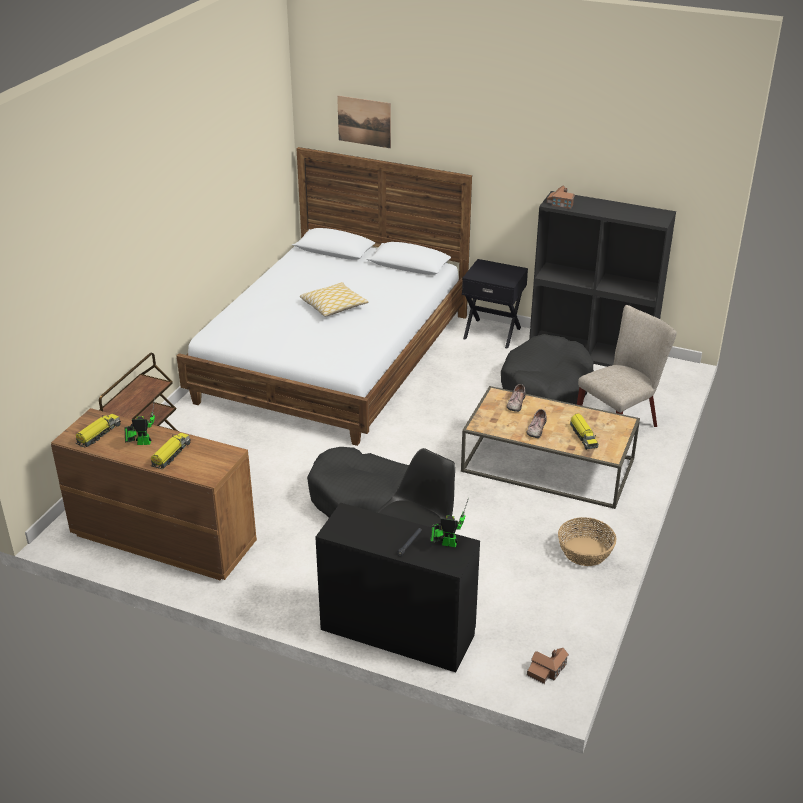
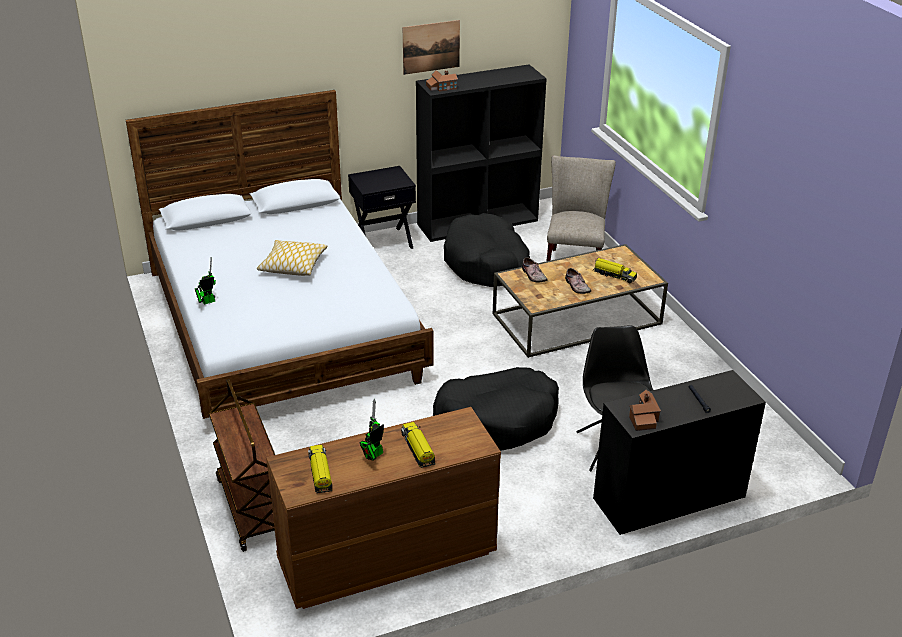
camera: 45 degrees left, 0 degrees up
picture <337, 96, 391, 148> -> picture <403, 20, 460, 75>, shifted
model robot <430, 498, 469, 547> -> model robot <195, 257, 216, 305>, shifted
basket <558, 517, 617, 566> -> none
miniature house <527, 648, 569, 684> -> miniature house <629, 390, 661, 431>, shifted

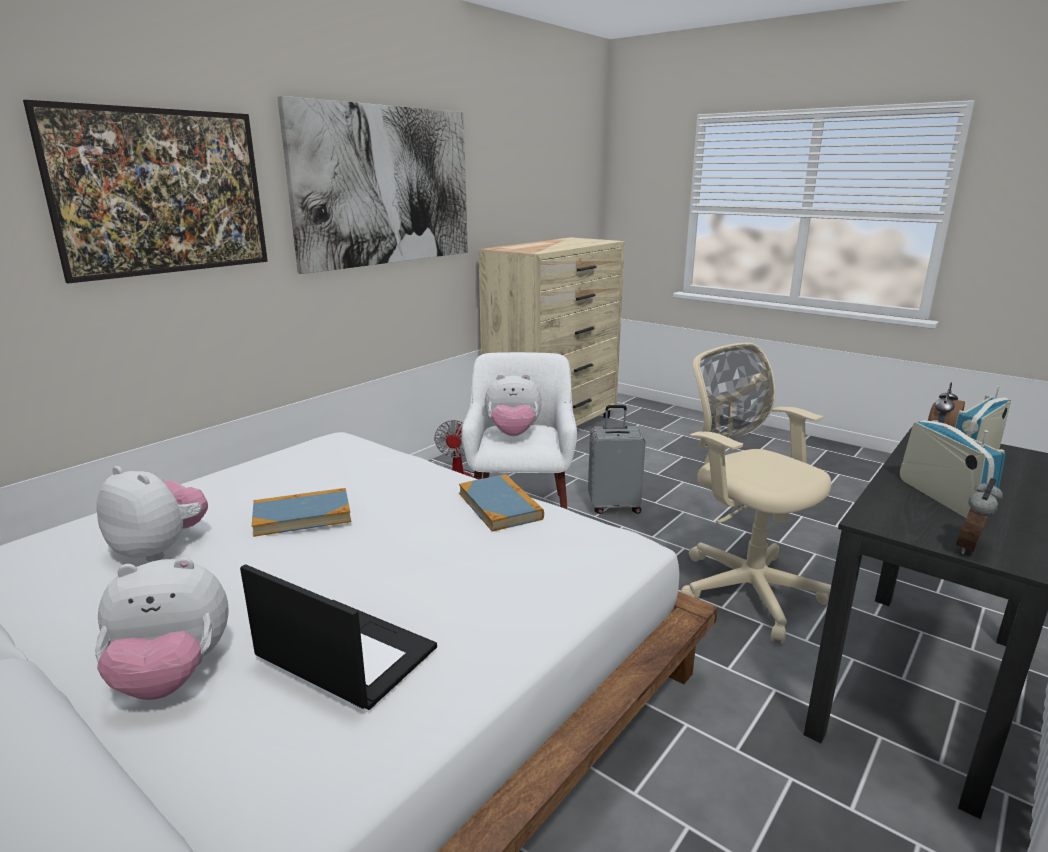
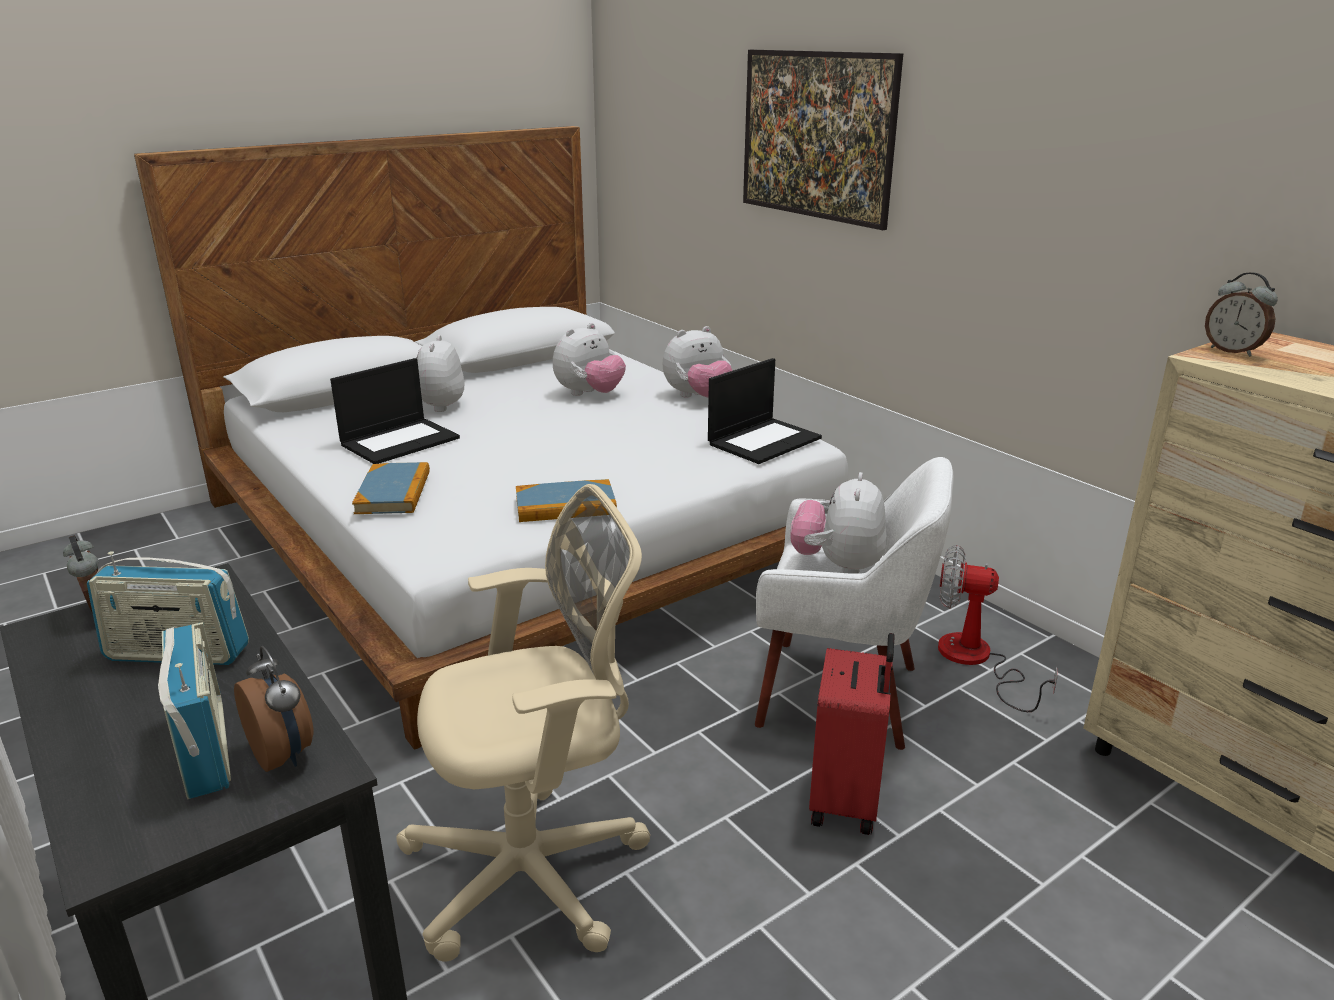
camera: 105 degrees right, 5 degrees up
picture <277, 96, 468, 274> -> none
gray suitcase <588, 405, 646, 514> -> red suitcase <809, 633, 895, 835>
book <252, 488, 351, 537> -> book <352, 462, 430, 514>, shifted
none -> alarm clock <1205, 272, 1278, 357>
none -> cuddly toy <663, 326, 733, 398>
none -> portable computer <708, 358, 822, 464>

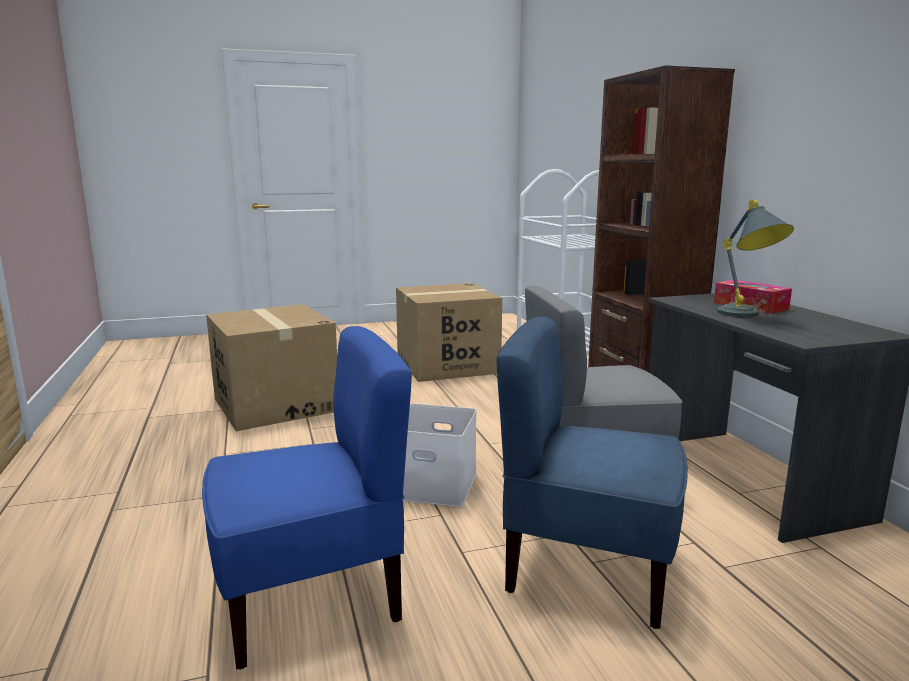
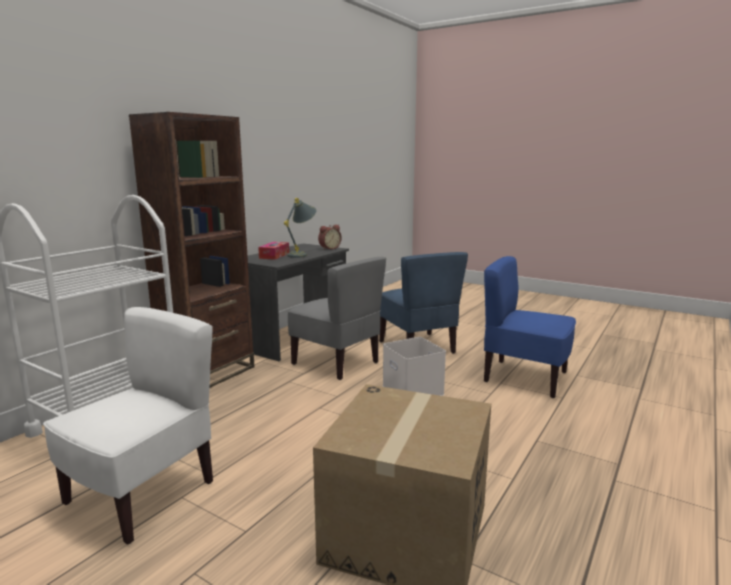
camera: 130 degrees left, 0 degrees up
cardboard box <396, 283, 502, 382> -> white-coloured plain chair <43, 307, 213, 544>
none -> alarm clock <318, 225, 342, 250>

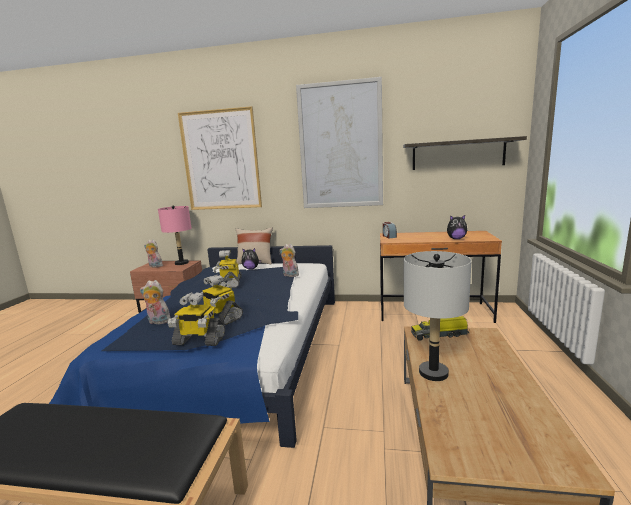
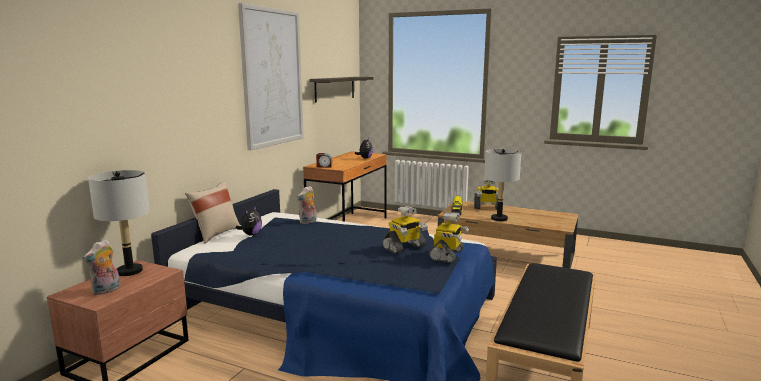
camera: 75 degrees left, 0 degrees up
picture <178, 106, 262, 210> -> none
pink tabletop lamp <158, 205, 191, 265> -> gray tabletop lamp <88, 170, 150, 276>
model robot <213, 250, 242, 288> -> model robot <474, 178, 498, 210>, shifted
cuddly toy <140, 280, 170, 324> -> none

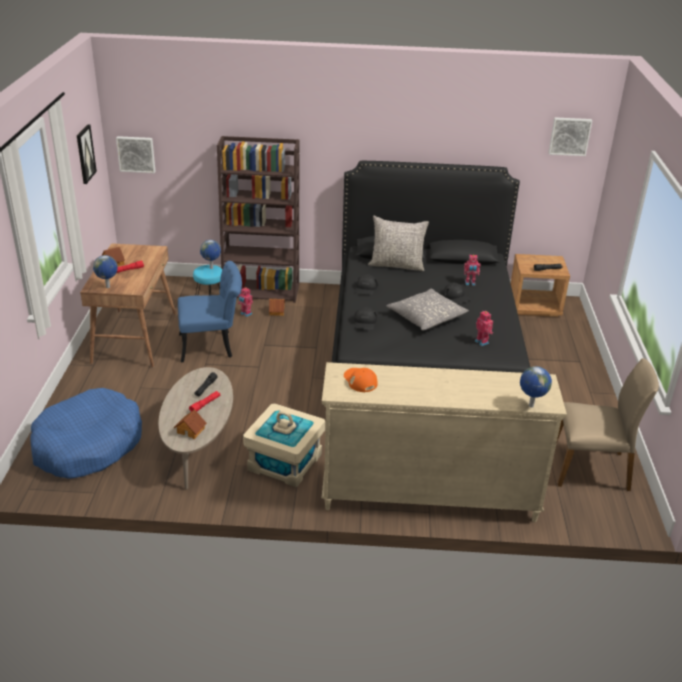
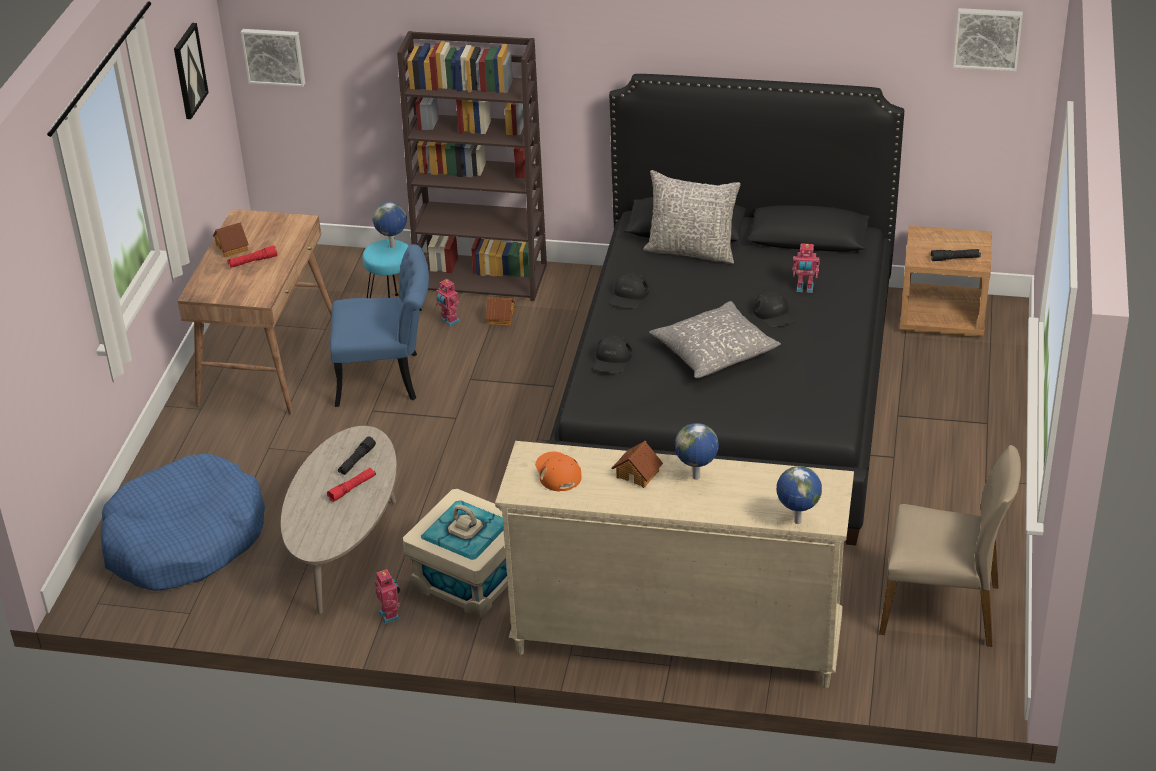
camera: 10 degrees right, 5 degrees up
world globe <93, 255, 118, 288> -> world globe <674, 423, 719, 480>, shifted
model robot <475, 311, 493, 346> -> model robot <375, 569, 401, 624>, shifted
miniature house <174, 410, 207, 439> -> miniature house <612, 441, 663, 488>, shifted

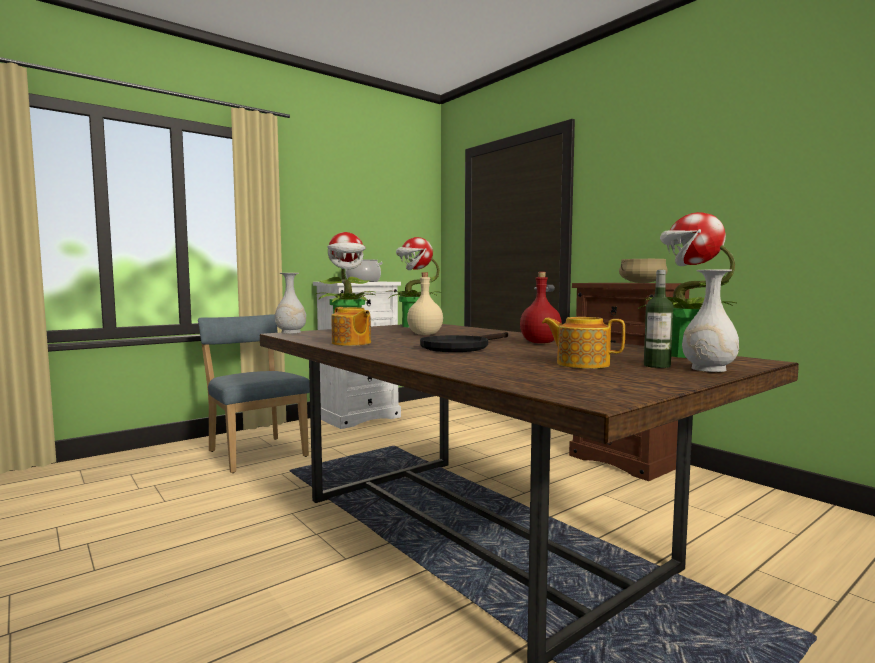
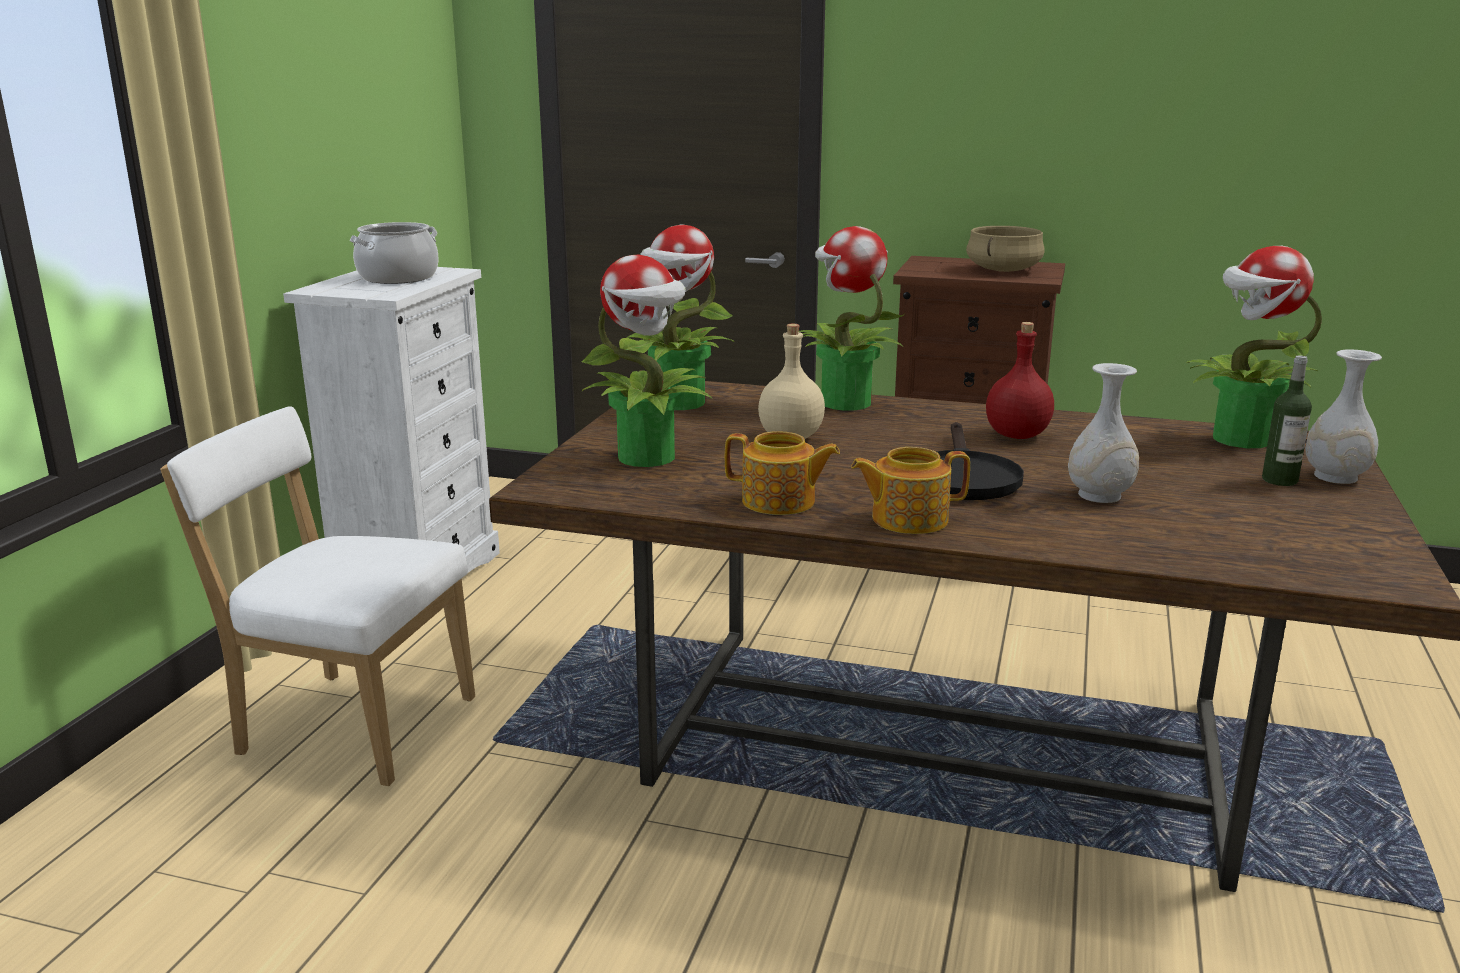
camera: 35 degrees left, 15 degrees up
white-coloured flower vase <275, 273, 306, 334> -> white-coloured flower vase <1068, 363, 1139, 503>, shifted
blue-coloured plain chair <198, 314, 310, 473> -> white-coloured plain chair <160, 406, 475, 786>
tea pot <542, 317, 625, 369> -> tea pot <851, 447, 970, 534>, shifted
none -> potted plant <799, 226, 906, 411>

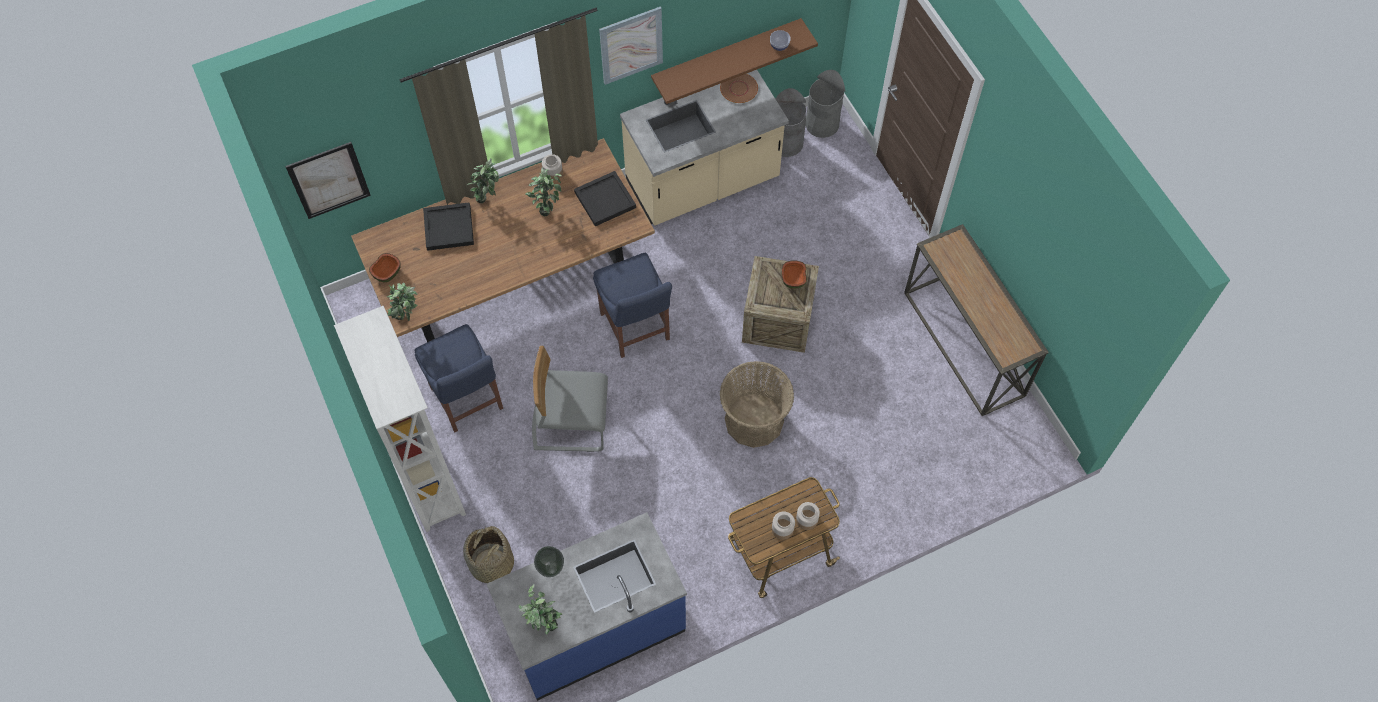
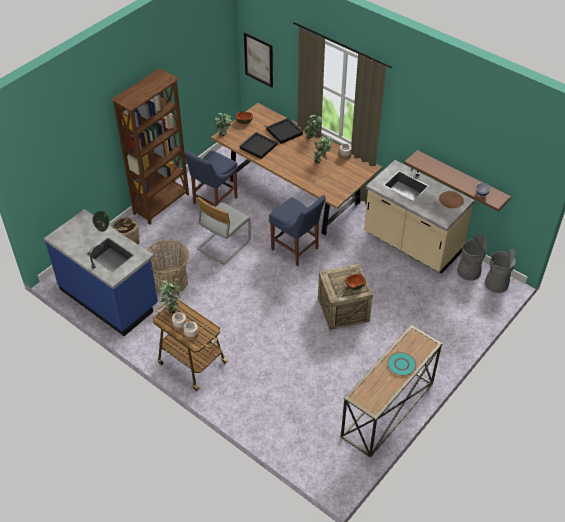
camera: 65 degrees right, 15 degrees down
picture <599, 7, 663, 85> -> none
black-coloured carrying tray <574, 171, 636, 226> -> black-coloured carrying tray <240, 132, 277, 159>, shifted
blue-coloured plain chair <593, 253, 672, 358> -> blue-coloured plain chair <269, 195, 326, 266>, 90 degrees counterclockwise
white-coloured bookshelf <334, 306, 466, 532> -> brown-coloured bookshelf <111, 68, 189, 225>
gray plain chair <532, 346, 608, 452> -> gray plain chair <197, 197, 251, 265>, 120 degrees counterclockwise
basket <719, 361, 794, 448> -> basket <146, 240, 189, 295>, shifted
potted plant <518, 584, 562, 635> -> potted plant <159, 279, 181, 314>, shifted
none -> turquoise-coloured plate <387, 352, 416, 376>

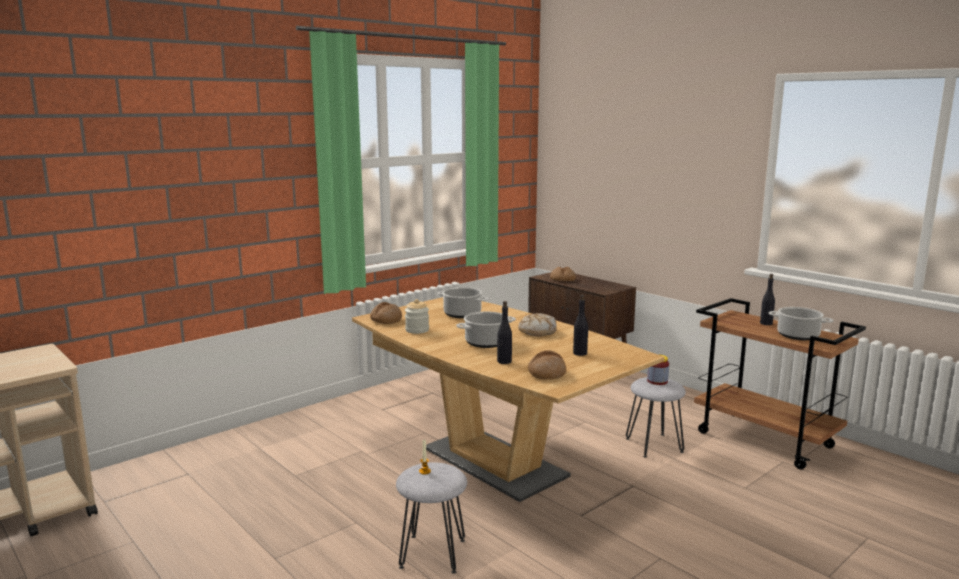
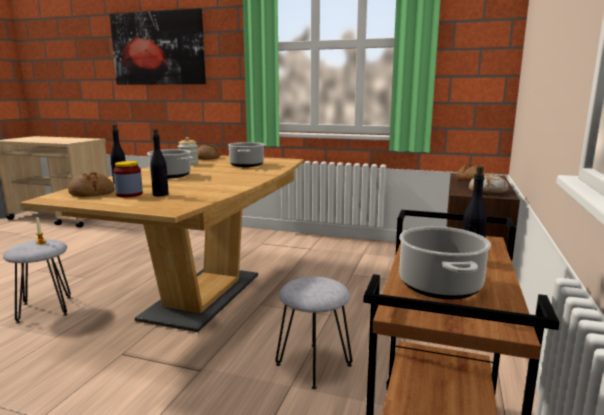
camera: 60 degrees right, 0 degrees up
baked bread <518, 313, 557, 336> -> baked bread <469, 174, 509, 194>, shifted
storage jar <647, 354, 669, 385> -> storage jar <113, 161, 143, 197>, shifted
none -> picture <110, 8, 206, 85>

